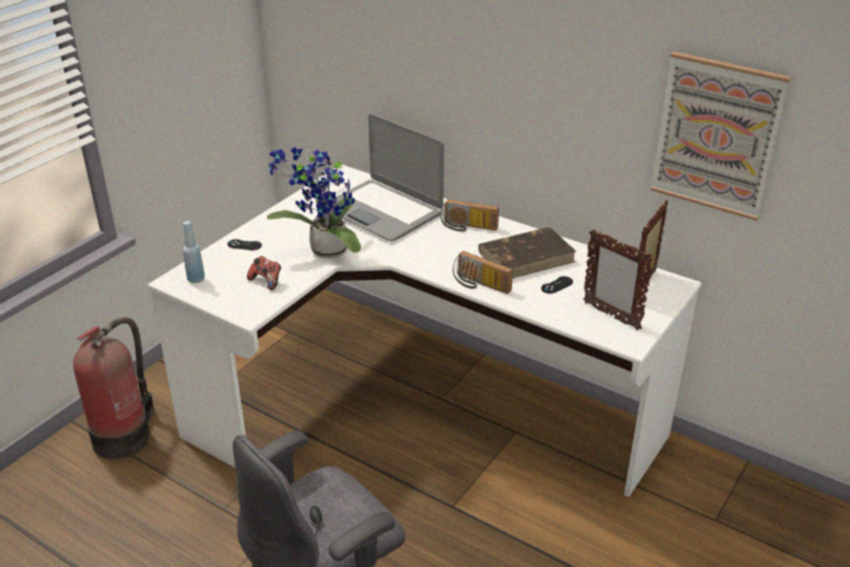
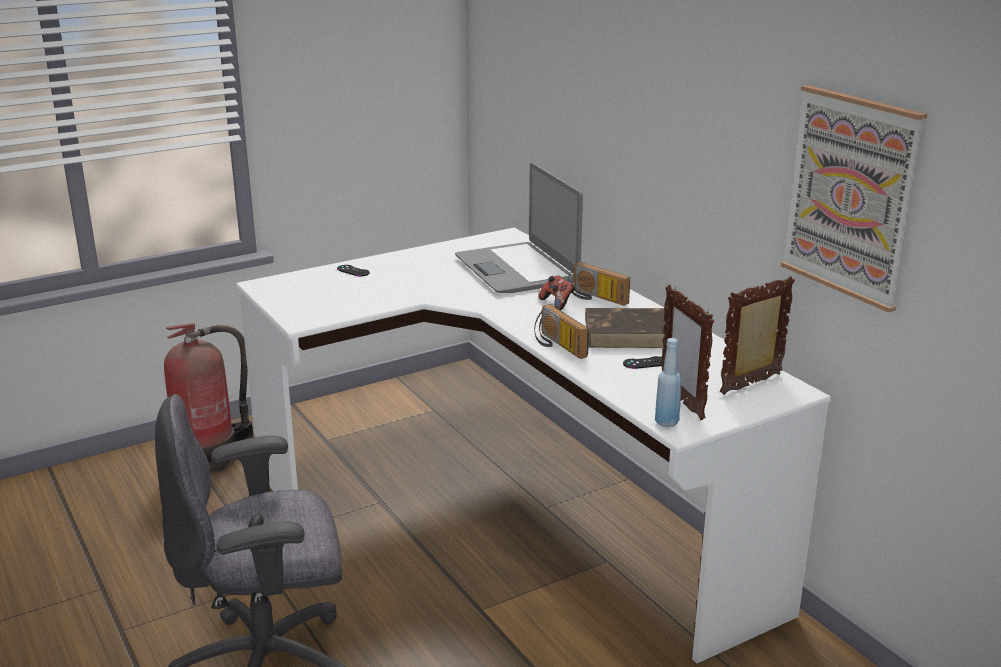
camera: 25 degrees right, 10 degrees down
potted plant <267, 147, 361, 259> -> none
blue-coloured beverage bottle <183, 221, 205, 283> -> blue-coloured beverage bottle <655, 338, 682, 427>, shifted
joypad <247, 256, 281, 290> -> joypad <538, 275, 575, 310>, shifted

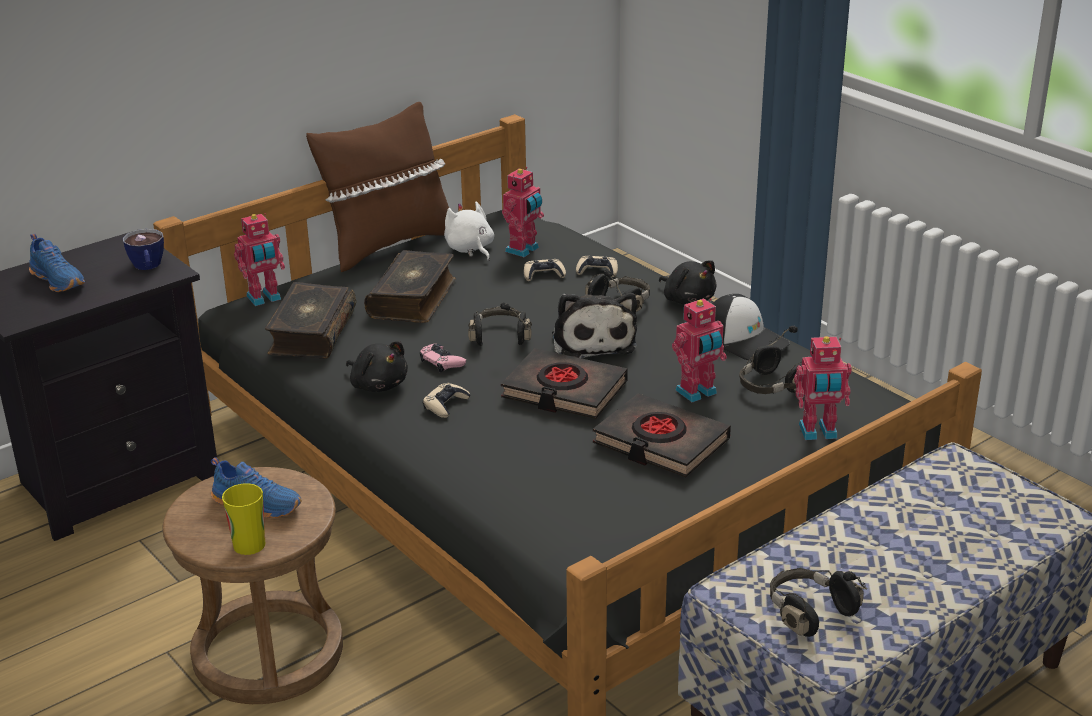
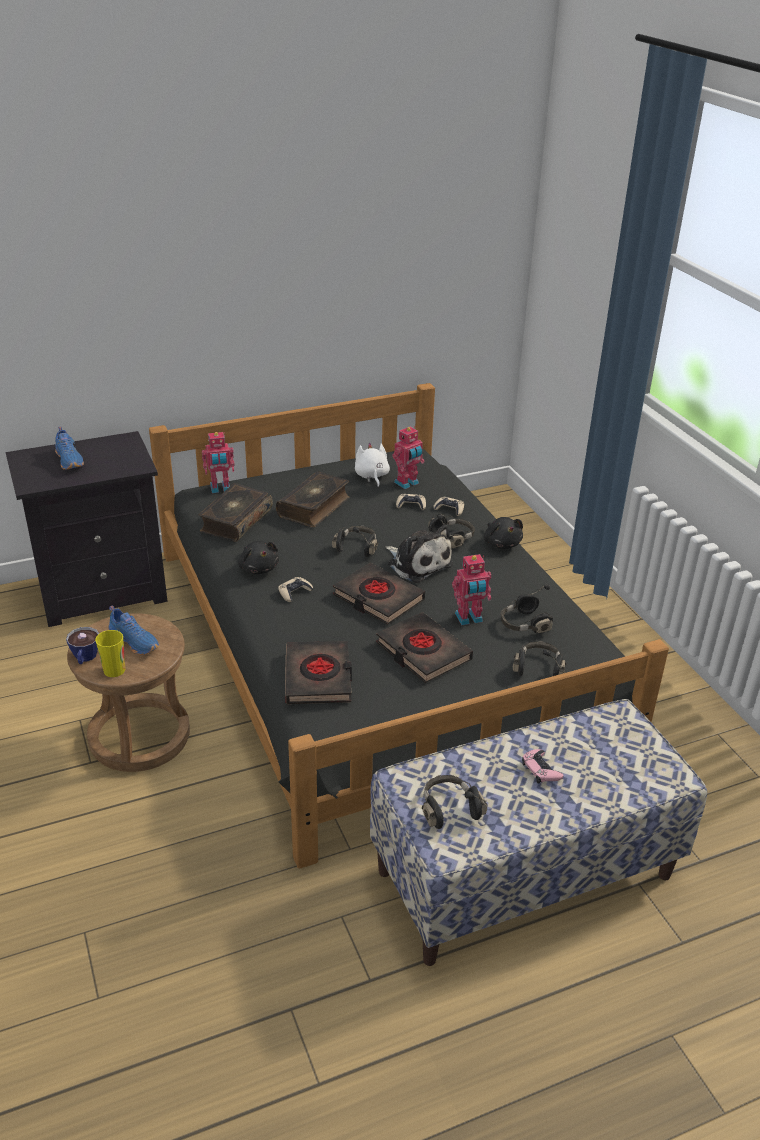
camera: 15 degrees right, 5 degrees up
brown-coloured cushion <306, 102, 449, 273> -> none
cup <123, 229, 164, 270> -> cup <66, 627, 99, 664>, shifted
cuddly toy <552, 293, 637, 358> -> cuddly toy <386, 525, 453, 583>, 45 degrees counterclockwise
baseball cap <712, 294, 790, 361> -> none
model robot <794, 336, 852, 440> -> black-coloured headset <513, 641, 566, 676>
pink joypad <420, 344, 466, 373> -> pink joypad <522, 749, 563, 783>, shifted
none -> black-coloured book <285, 641, 352, 704>

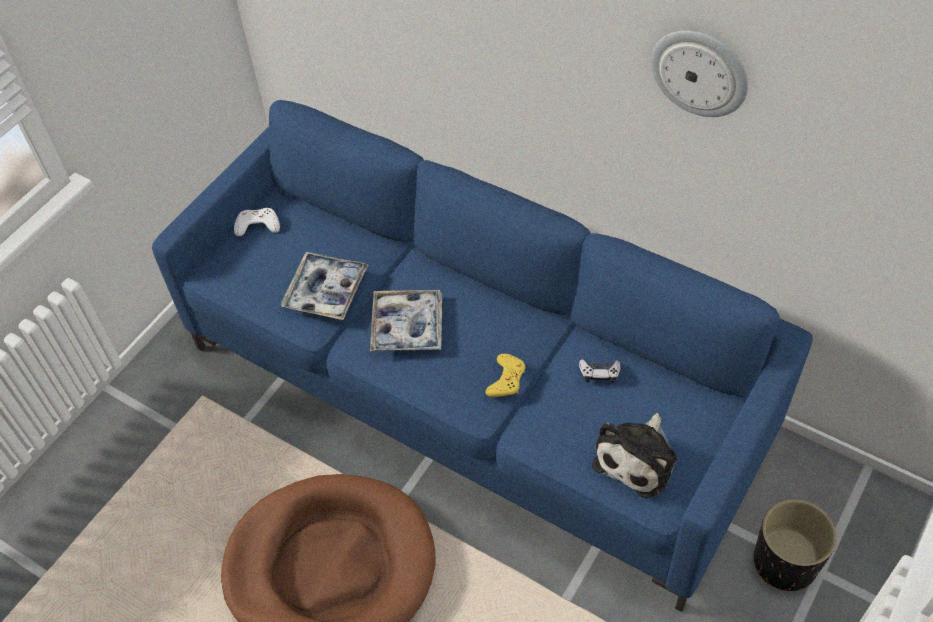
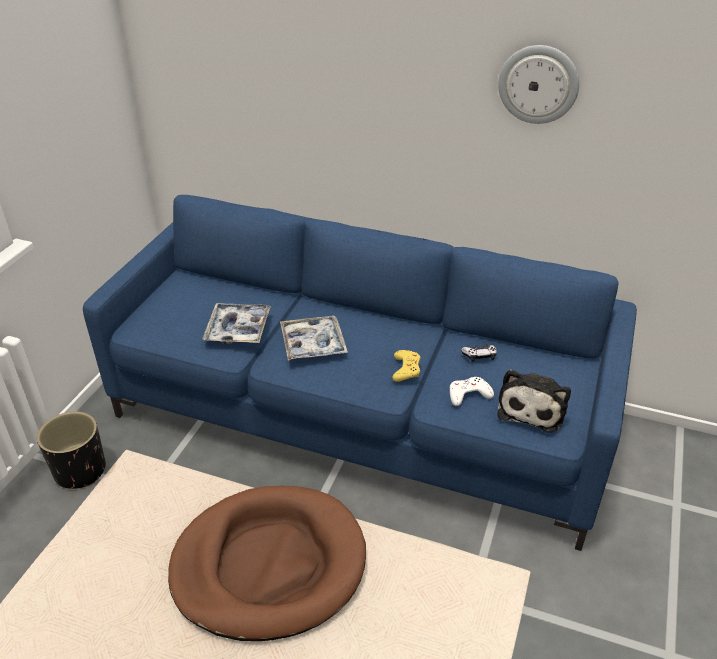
camera: 15 degrees left, 15 degrees down
white-coloured joypad <234, 208, 280, 236> -> white-coloured joypad <450, 377, 494, 406>, shifted
black-coloured flower pot <754, 499, 837, 591> -> black-coloured flower pot <37, 412, 106, 489>, shifted

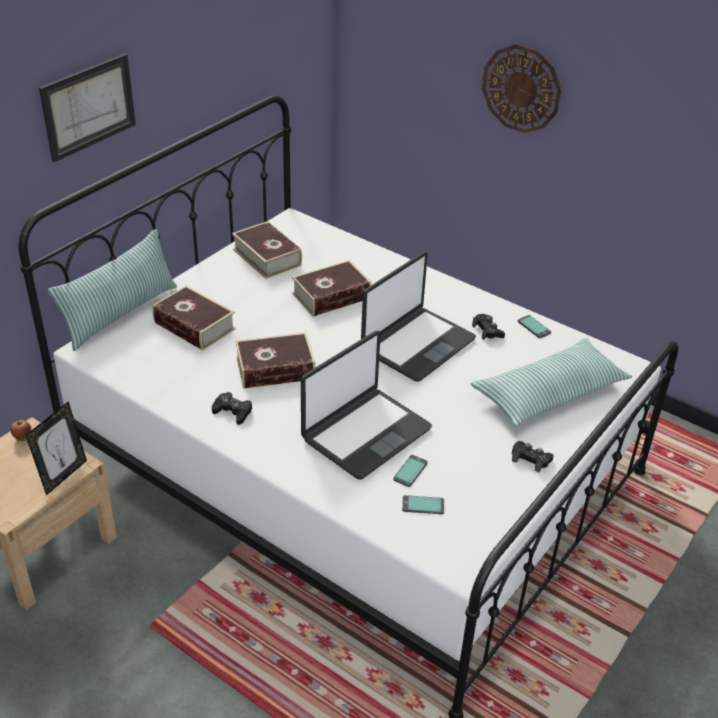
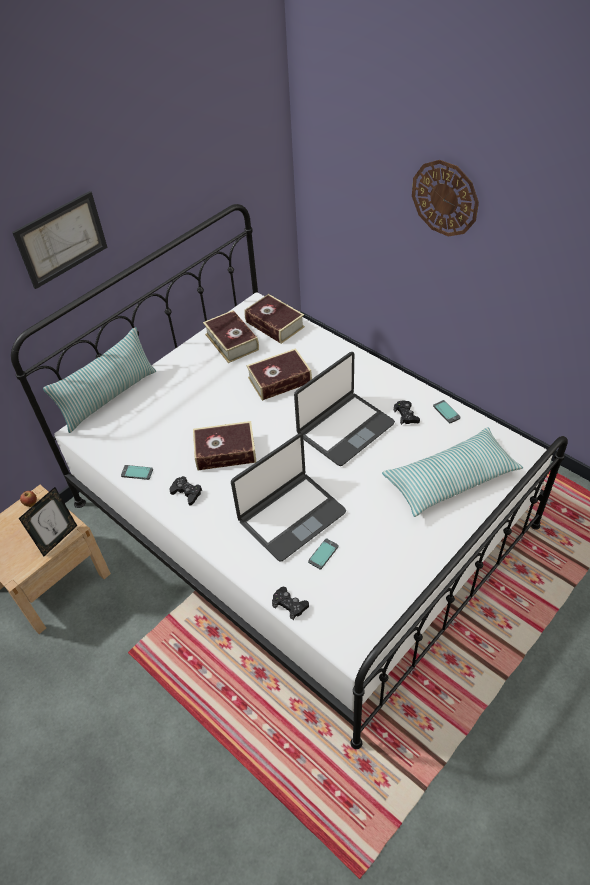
camera: 10 degrees right, 10 degrees up
book <152, 285, 236, 351> -> book <244, 294, 305, 344>, shifted
black-coloured joypad <512, 441, 554, 472> -> black-coloured joypad <272, 587, 309, 620>, shifted
handset <402, 495, 444, 514> -> handset <121, 465, 153, 480>, shifted

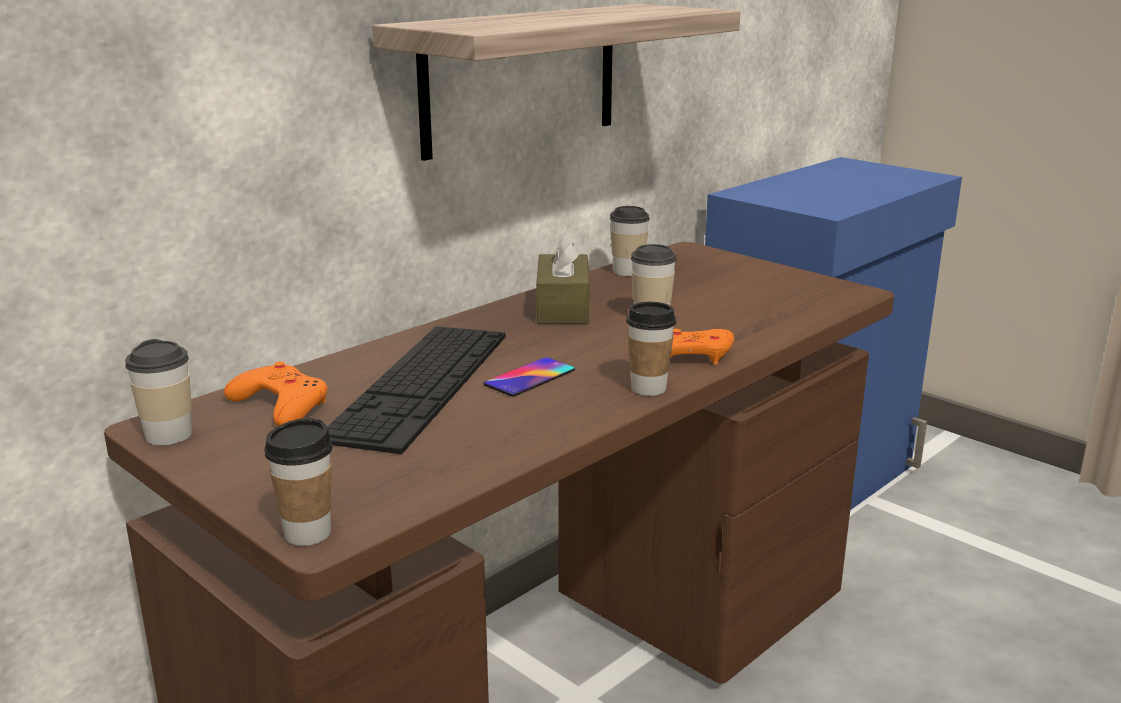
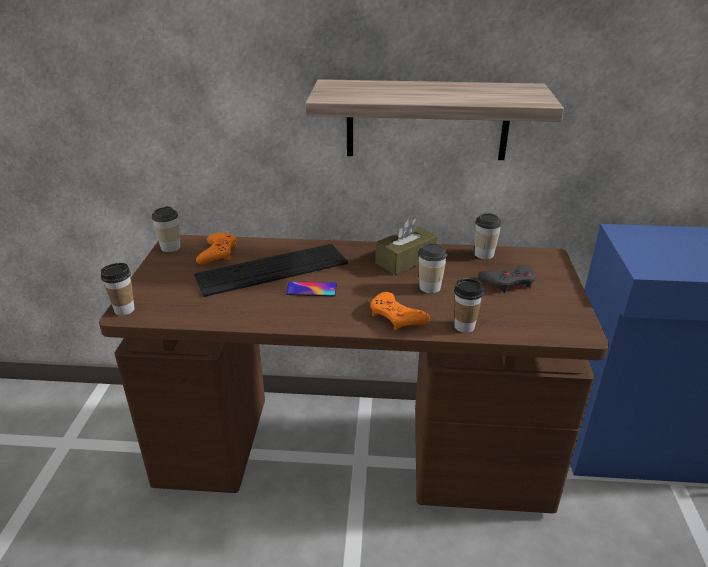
camera: 50 degrees right, 10 degrees up
cup <626, 302, 676, 396> -> cup <454, 279, 484, 333>, shifted
none -> gray joypad <478, 264, 536, 293>

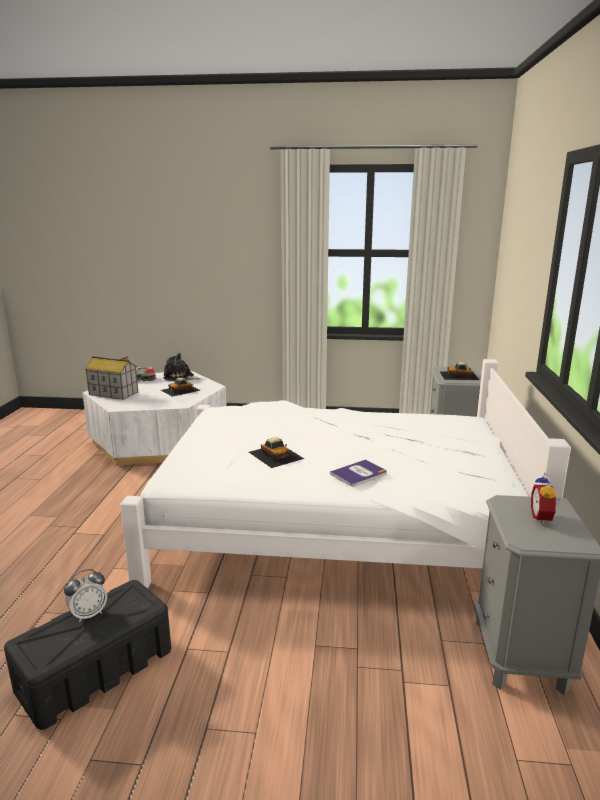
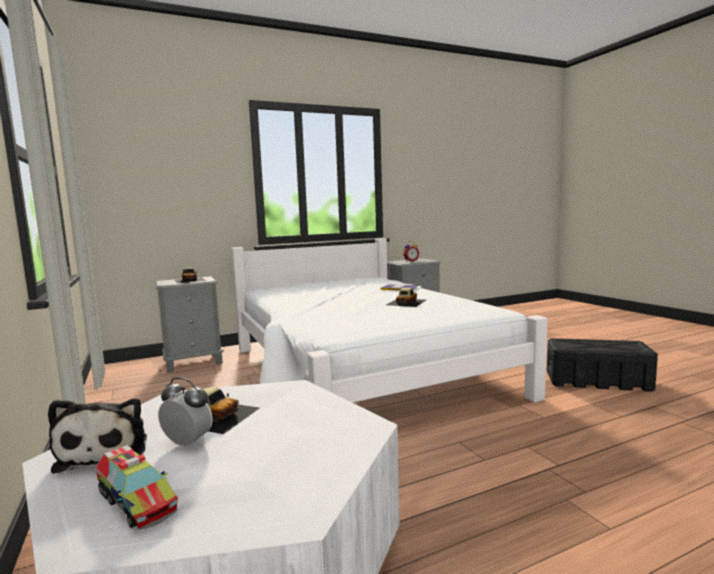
camera: 120 degrees left, 10 degrees down
miniature house <85, 356, 138, 400> -> none
alarm clock <64, 569, 107, 622> -> alarm clock <158, 377, 213, 447>, shifted

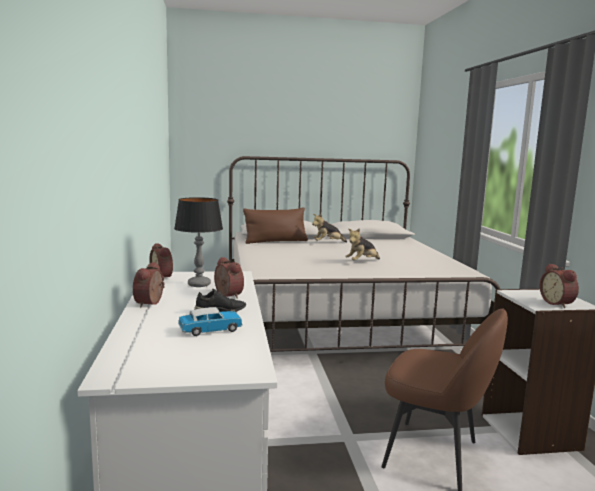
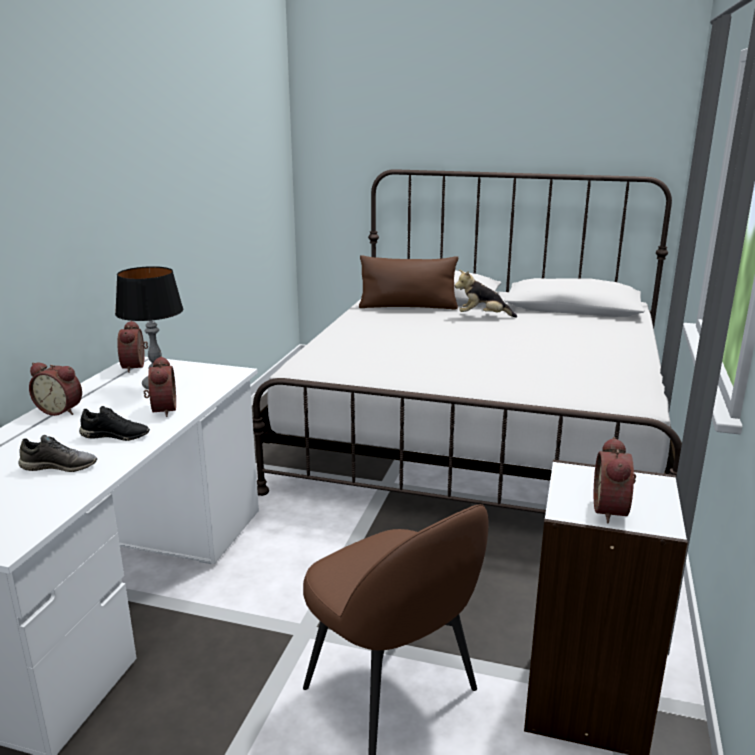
camera: 25 degrees right, 10 degrees up
cuddly toy <345, 228, 380, 260> -> none
alarm clock <133, 262, 165, 307> -> alarm clock <29, 362, 82, 416>, 105 degrees counterclockwise
miniature car <178, 307, 243, 336> -> gray low shoe <18, 435, 97, 472>

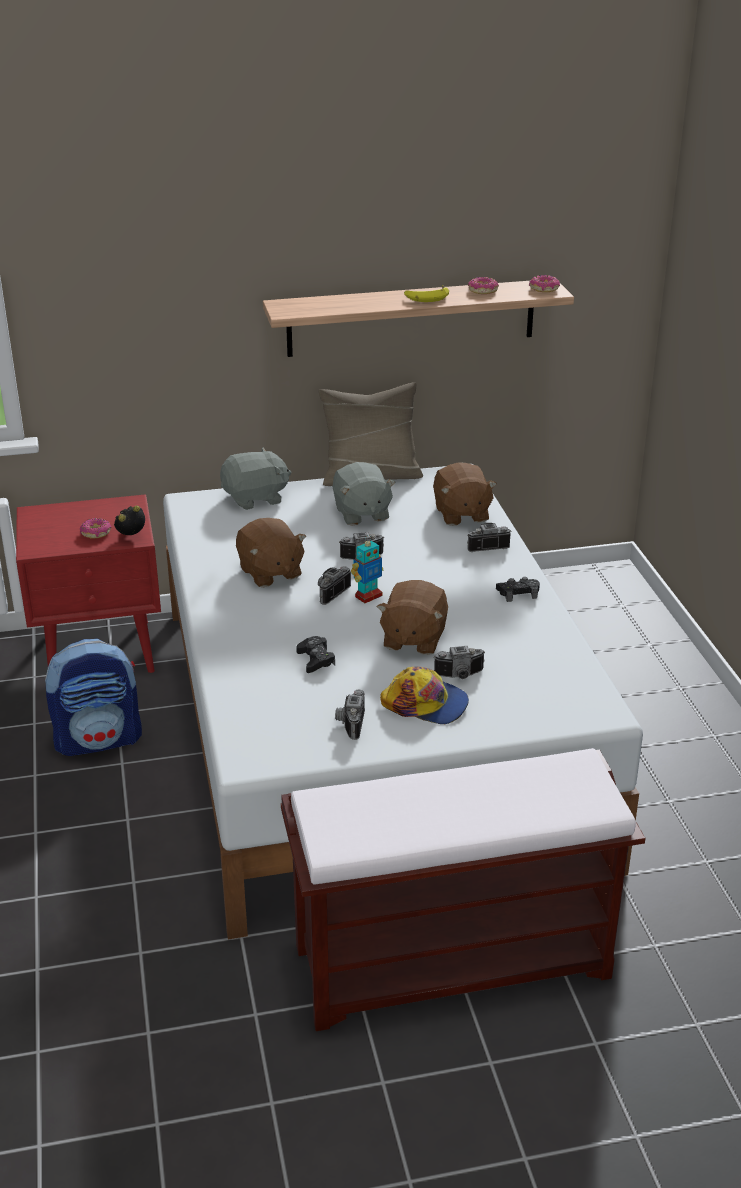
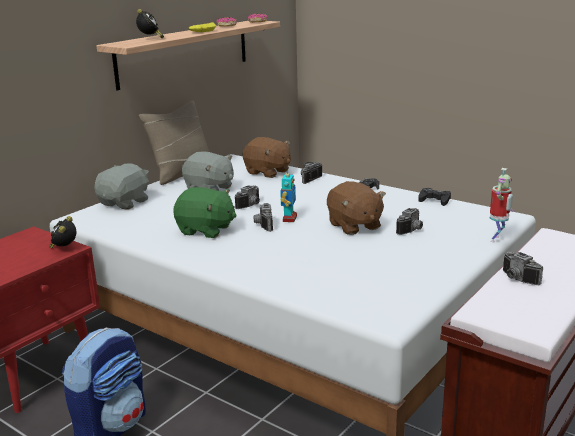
camera: 40 degrees left, 10 degrees down
doughnut <80, 518, 111, 539> -> none
brown-coloured cuddly toy <236, 518, 307, 587> -> green cuddly toy <173, 187, 237, 238>
black-coloured joypad <296, 636, 335, 673> -> black-coloured joypad <418, 188, 451, 206>, shifted
baseball cap <380, 666, 469, 724> -> none
photo camera <335, 689, 365, 740> -> photo camera <503, 251, 543, 285>, shifted
none -> alarm clock <136, 9, 164, 38>
none -> model robot <490, 168, 513, 242>

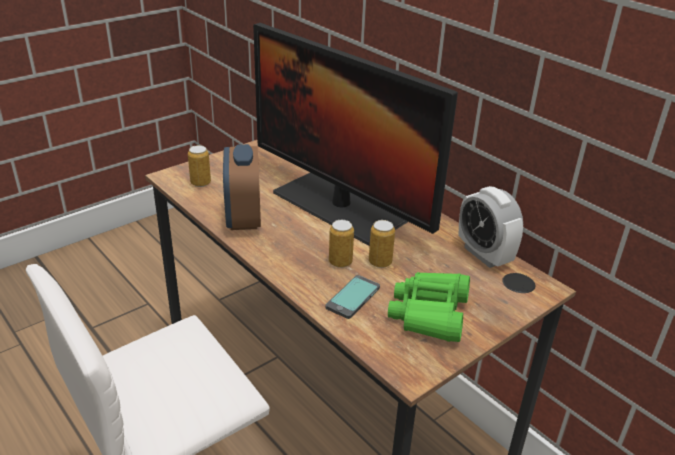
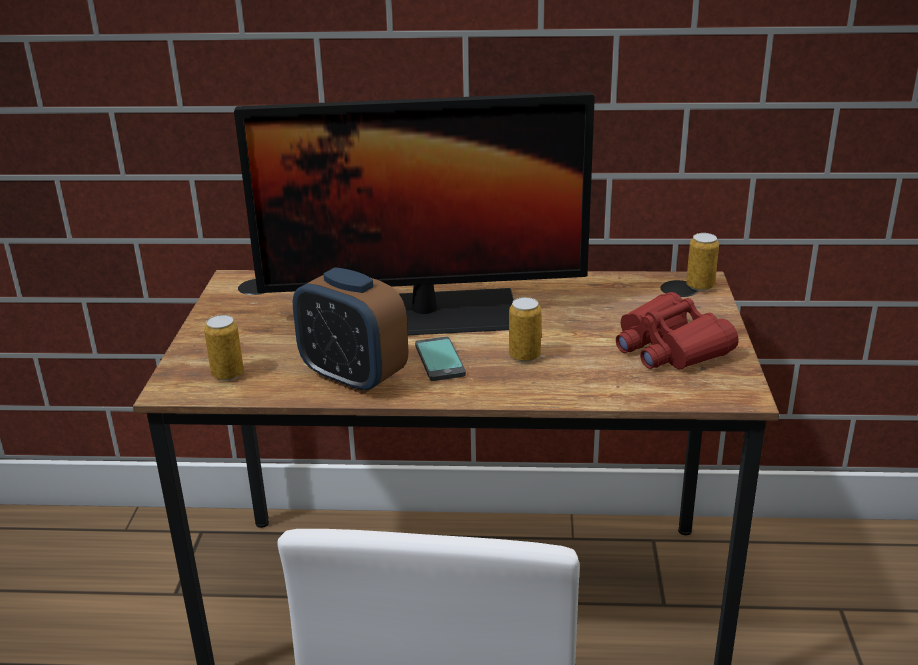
camera: 45 degrees left, 5 degrees down
alarm clock <459, 186, 523, 268> -> none
sealed can <369, 220, 395, 268> -> sealed can <686, 233, 719, 291>, shifted
green field glasses <388, 272, 470, 342> -> red field glasses <616, 292, 739, 369>
handset <326, 275, 380, 319> -> handset <415, 337, 466, 381>, shifted

